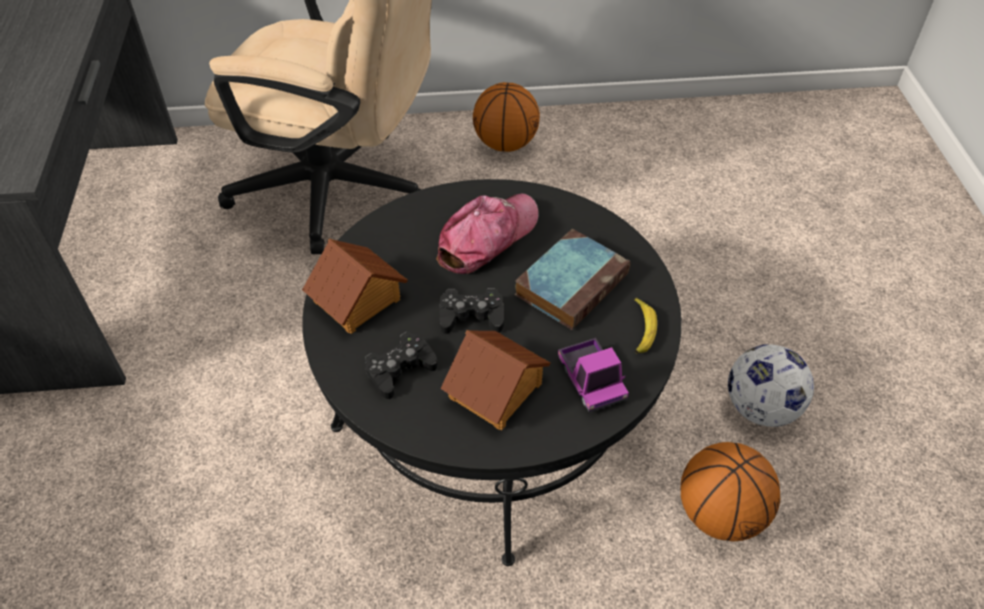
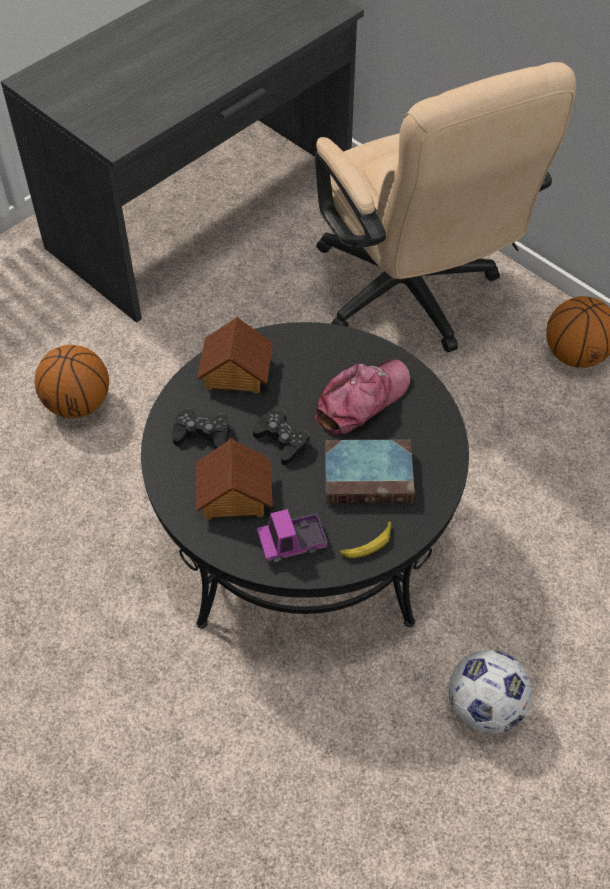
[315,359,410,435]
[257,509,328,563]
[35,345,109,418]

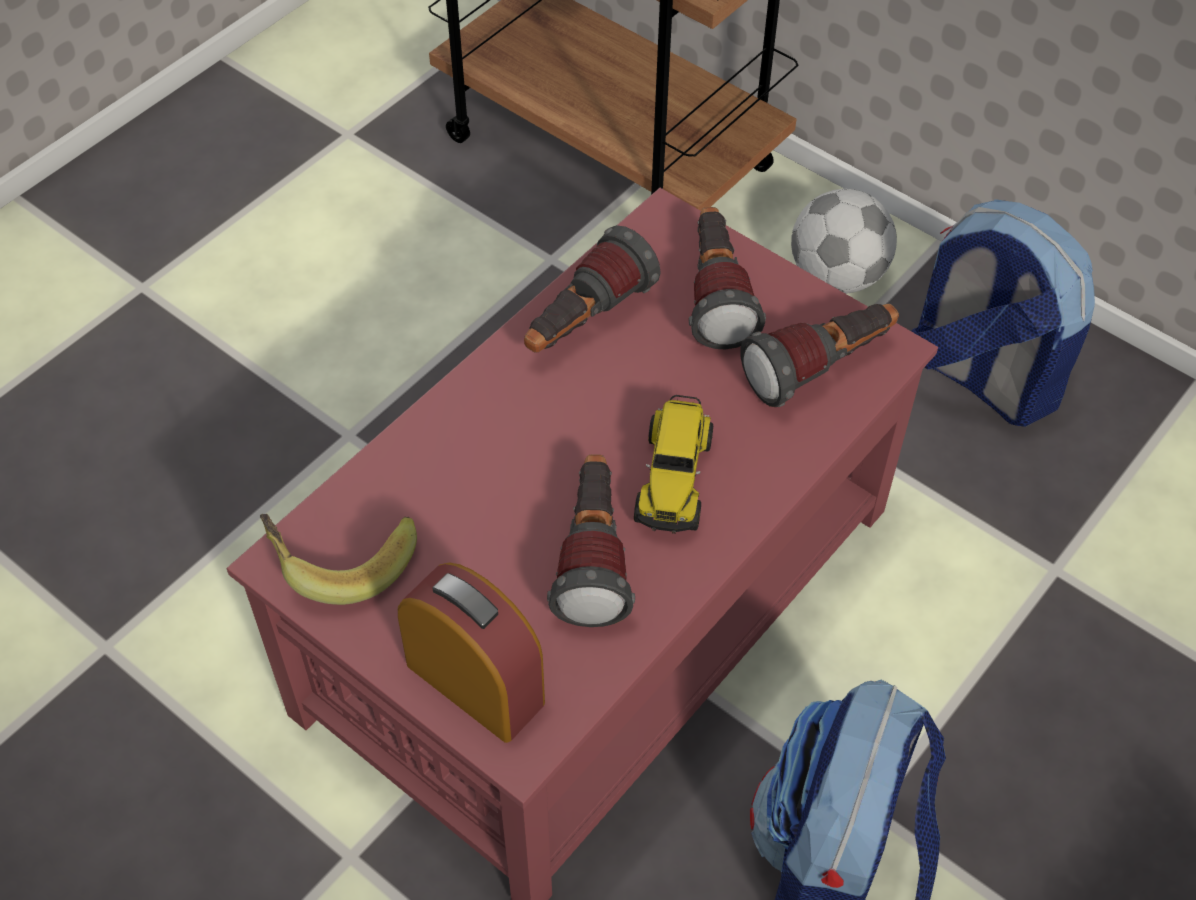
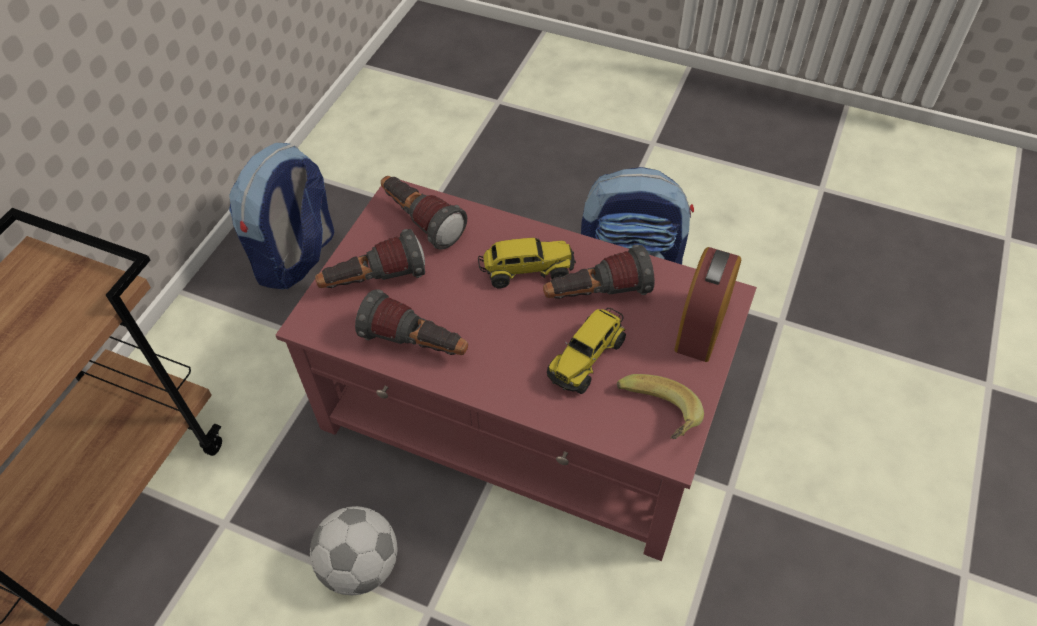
[310,506,397,595]
[547,308,626,394]

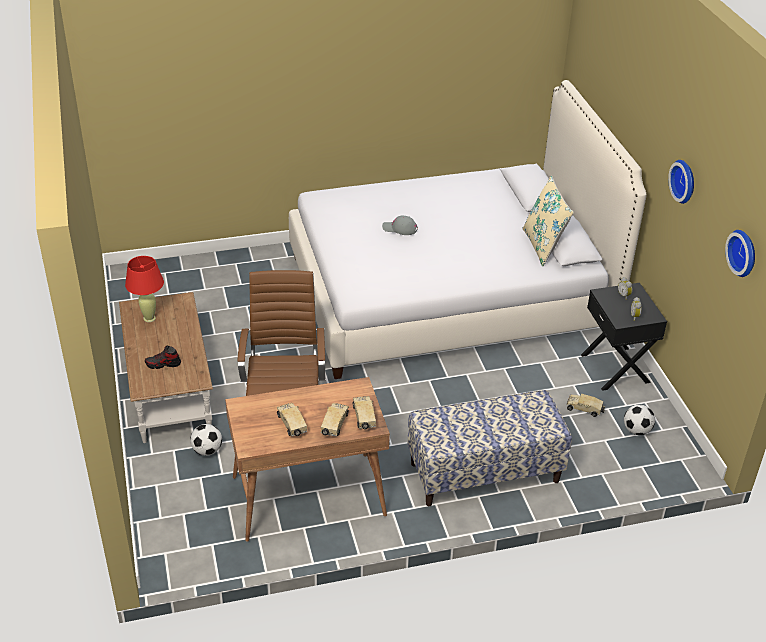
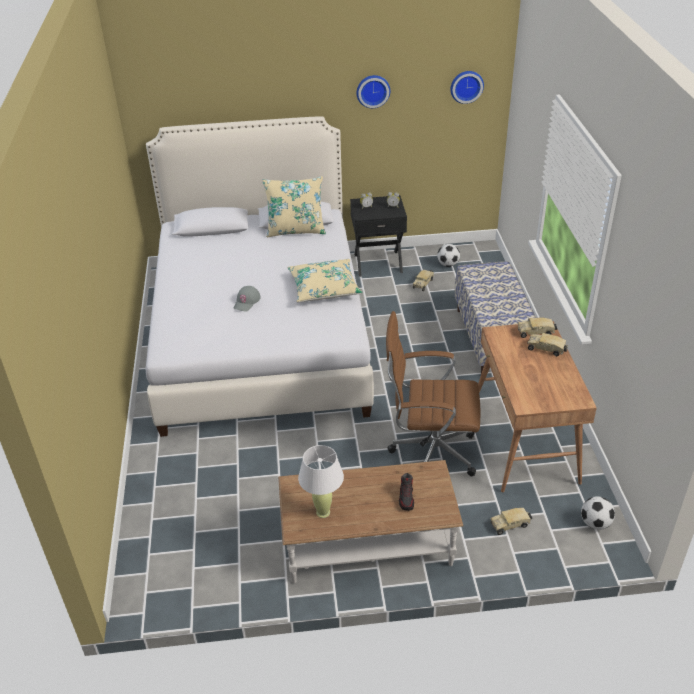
[298,445,344,518]
[581,496,615,530]
[490,508,532,535]
[288,259,363,302]

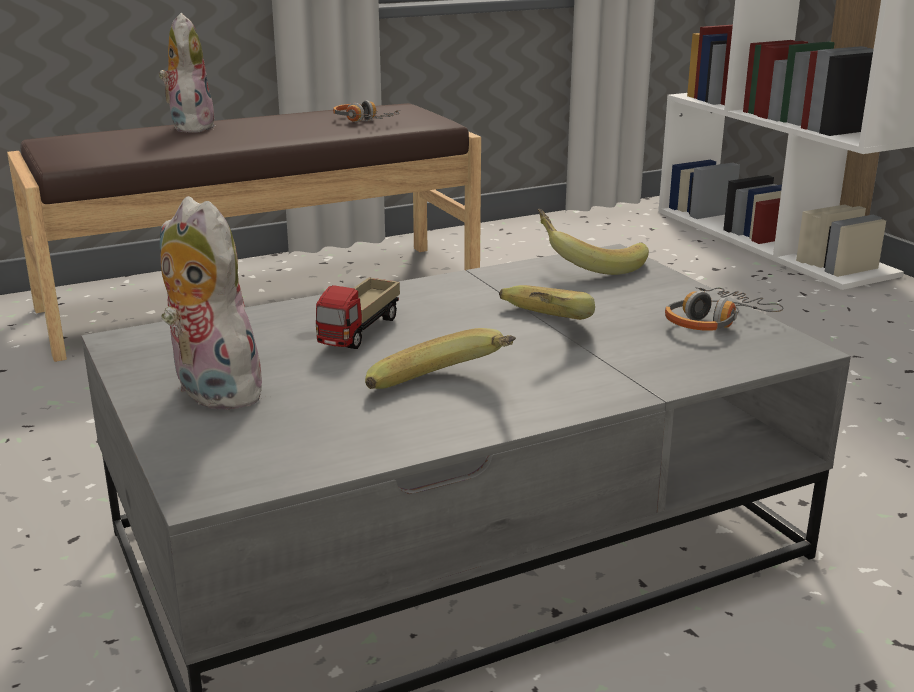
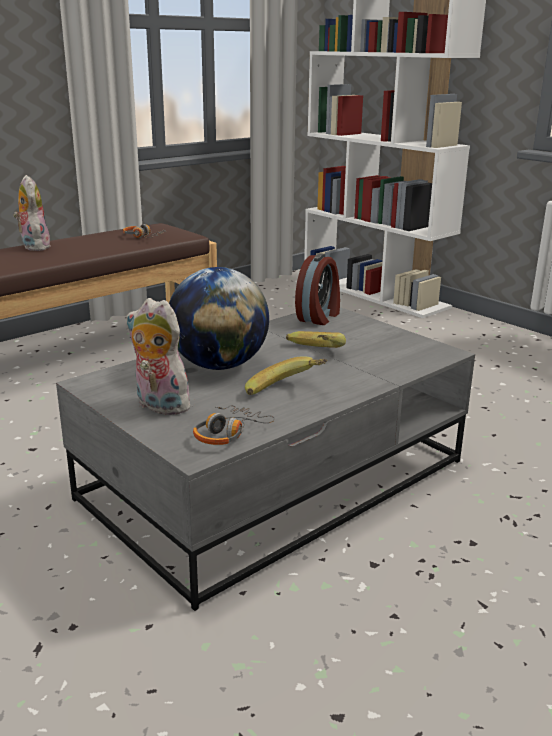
[169,267,269,370]
[295,253,340,325]
[193,405,275,445]

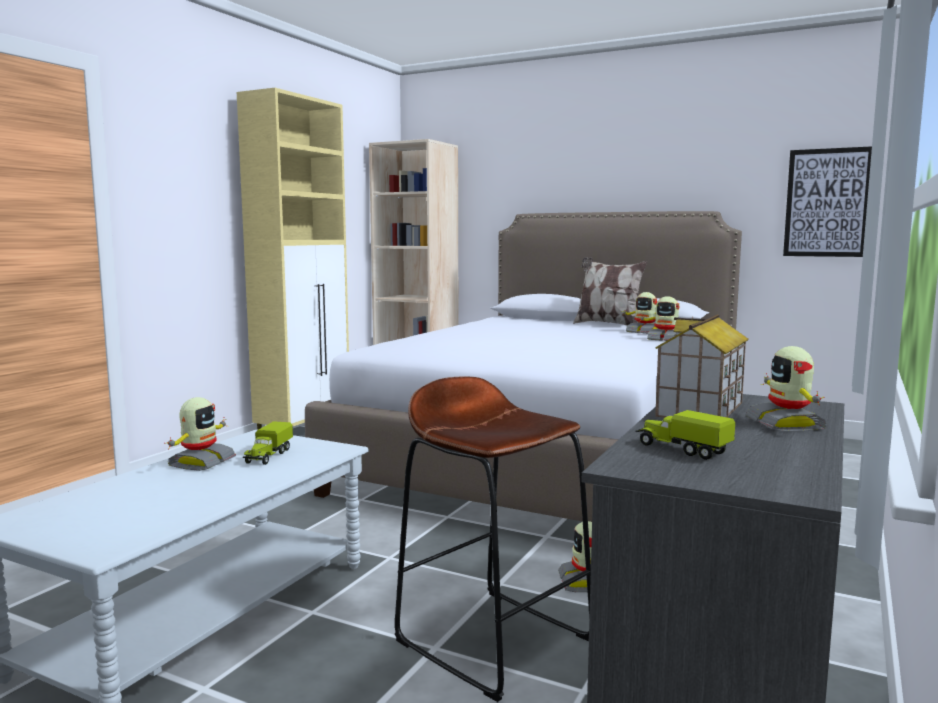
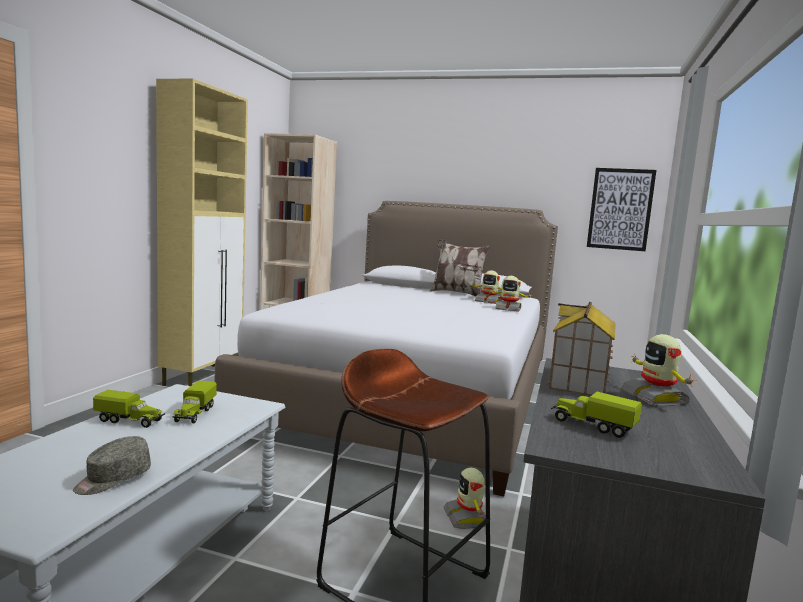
[93,390,165,428]
[73,436,151,495]

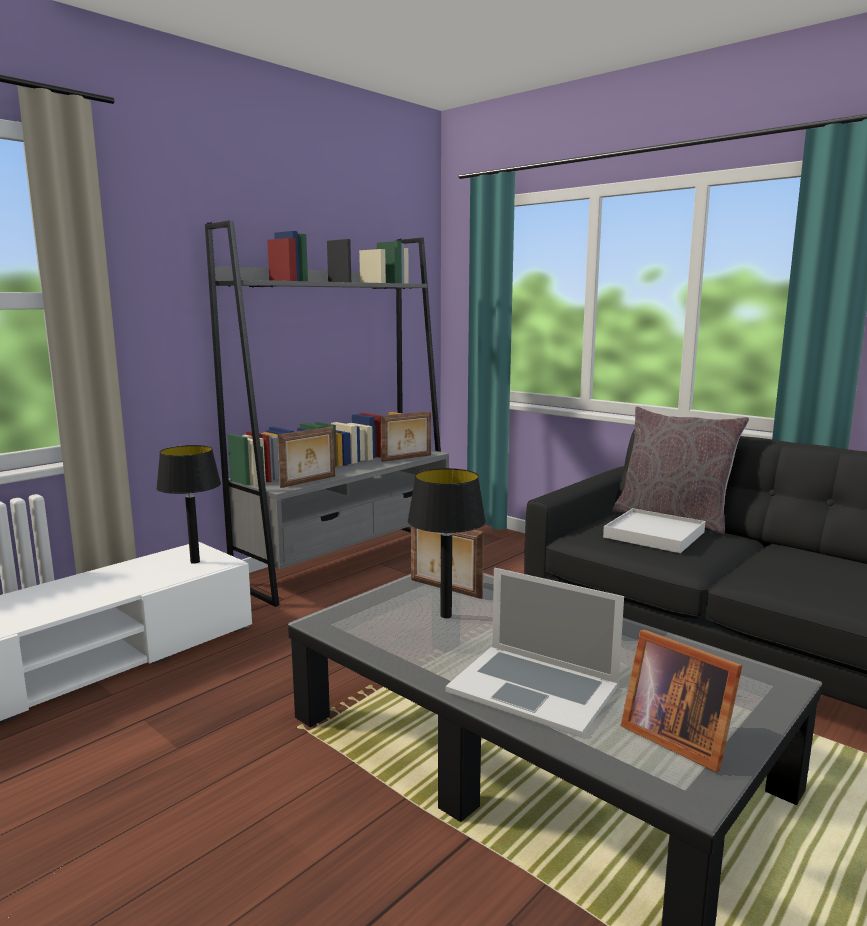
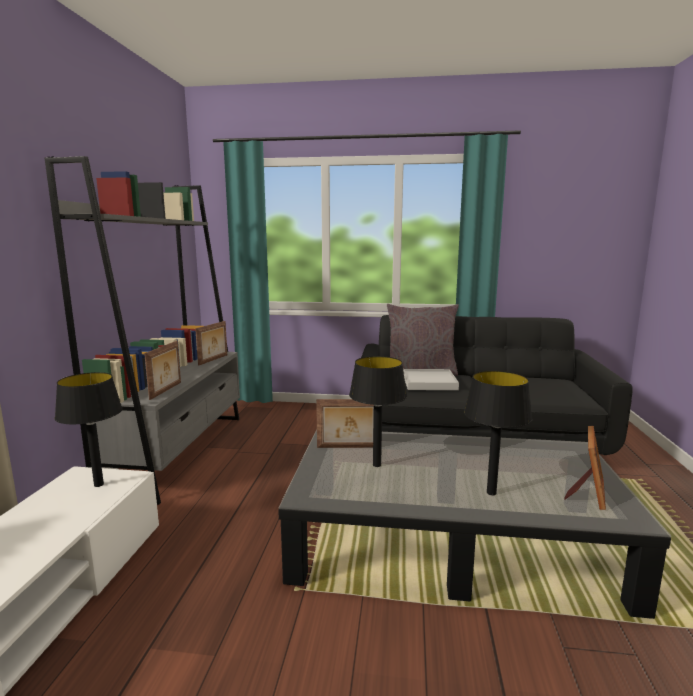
[464,371,533,495]
[564,426,606,510]

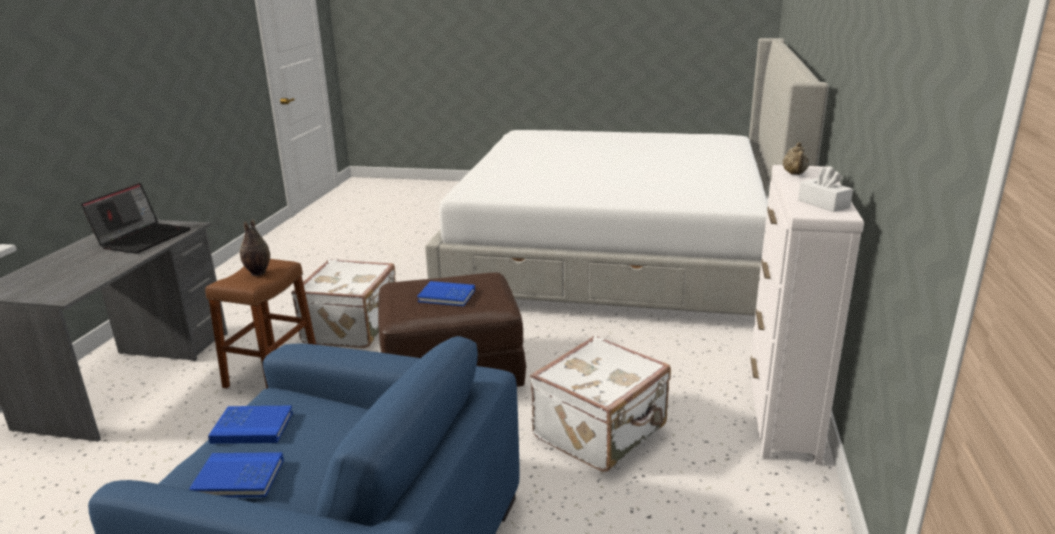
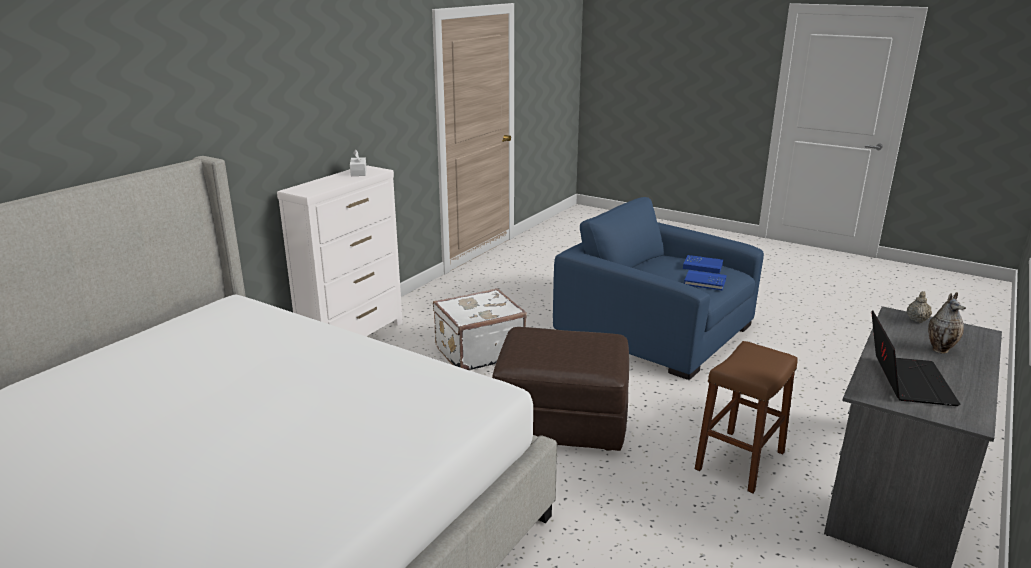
[871,311,961,406]
[928,292,966,354]
[291,259,396,348] (first image)
[417,281,475,306] (first image)
[907,291,932,323]

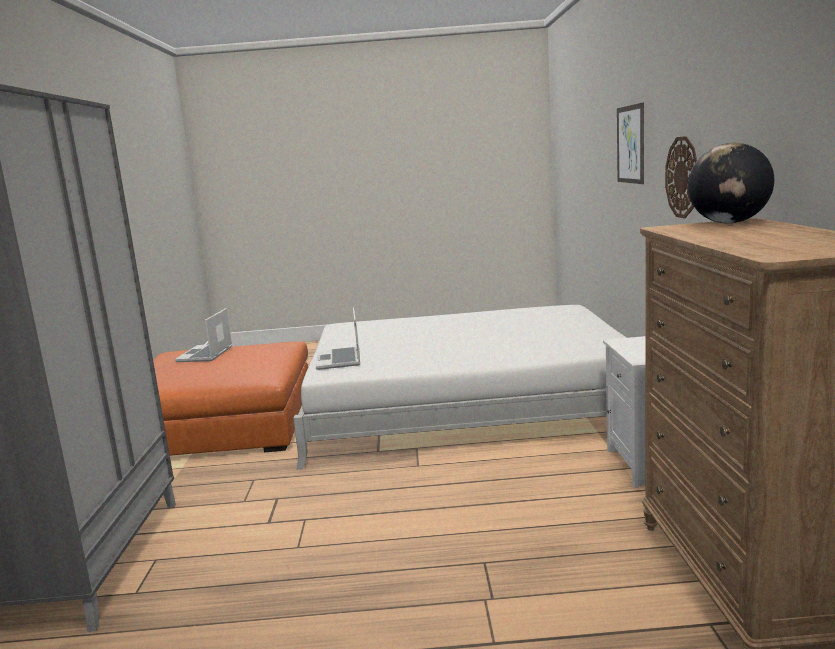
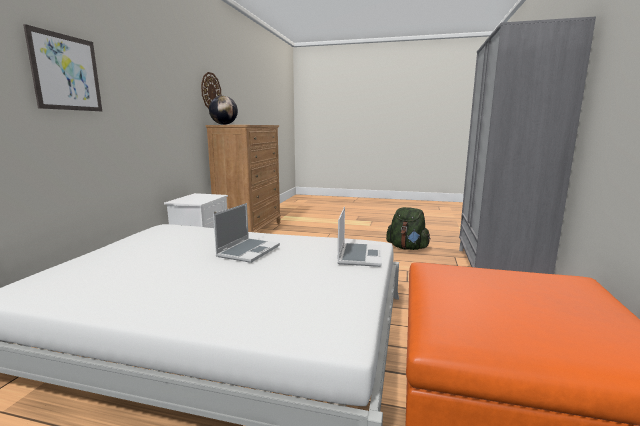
[213,203,280,263]
[201,72,221,109]
[386,207,431,250]

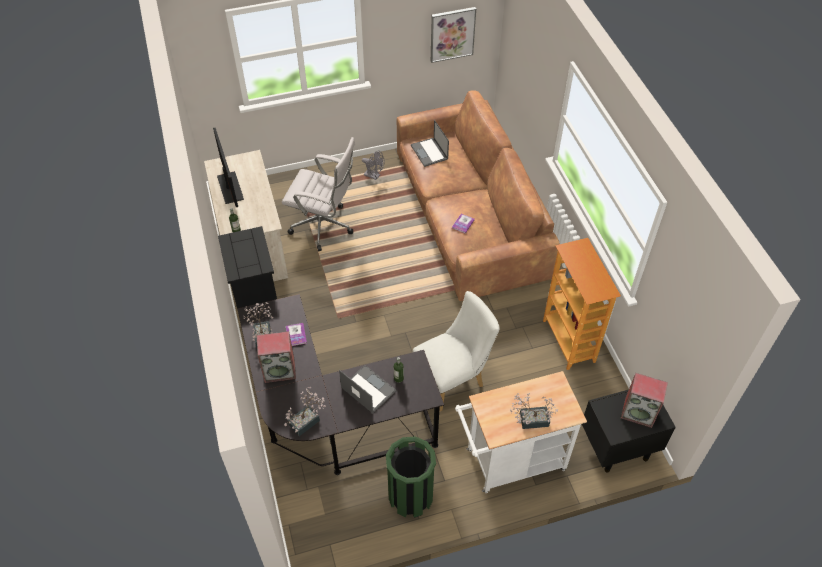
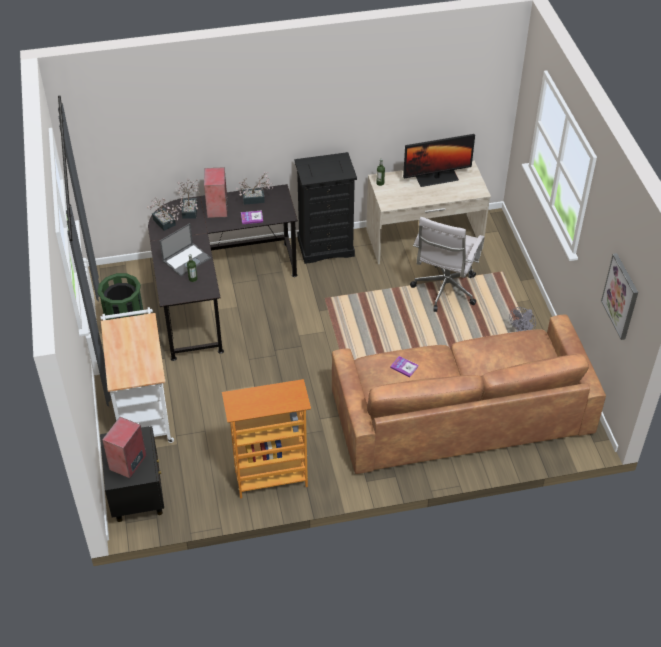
[411,120,449,167] (first image)
[413,291,500,412] (first image)
[175,179,200,219]

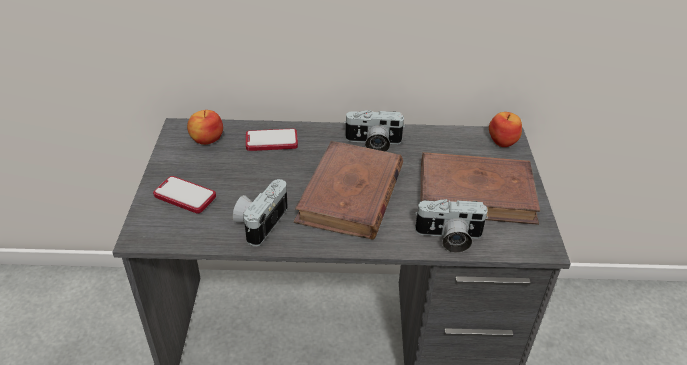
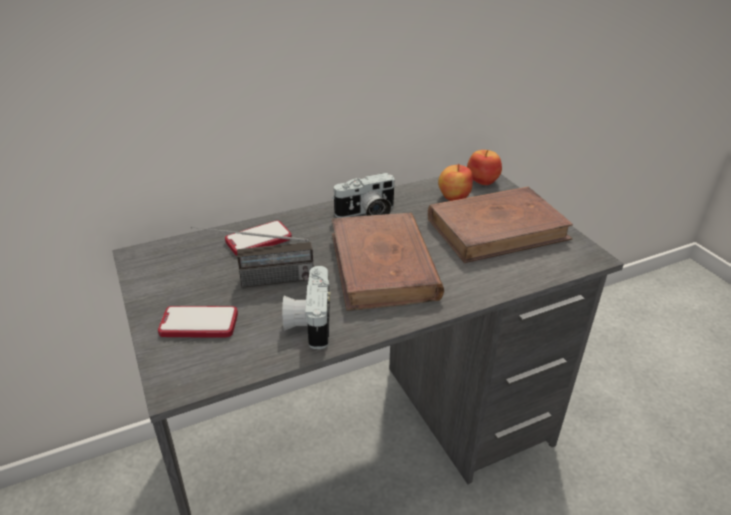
[438,164,473,201]
[414,199,488,253] (first image)
[191,226,313,288]

